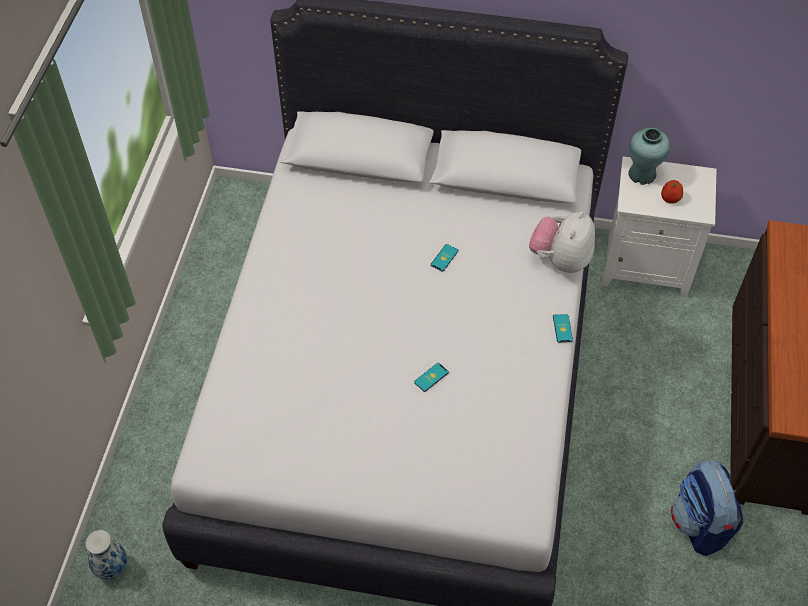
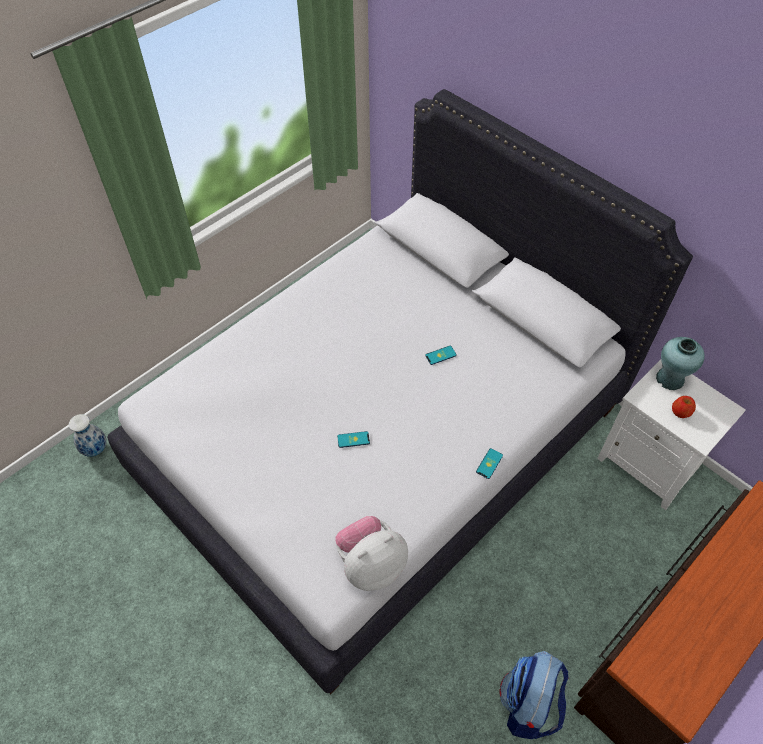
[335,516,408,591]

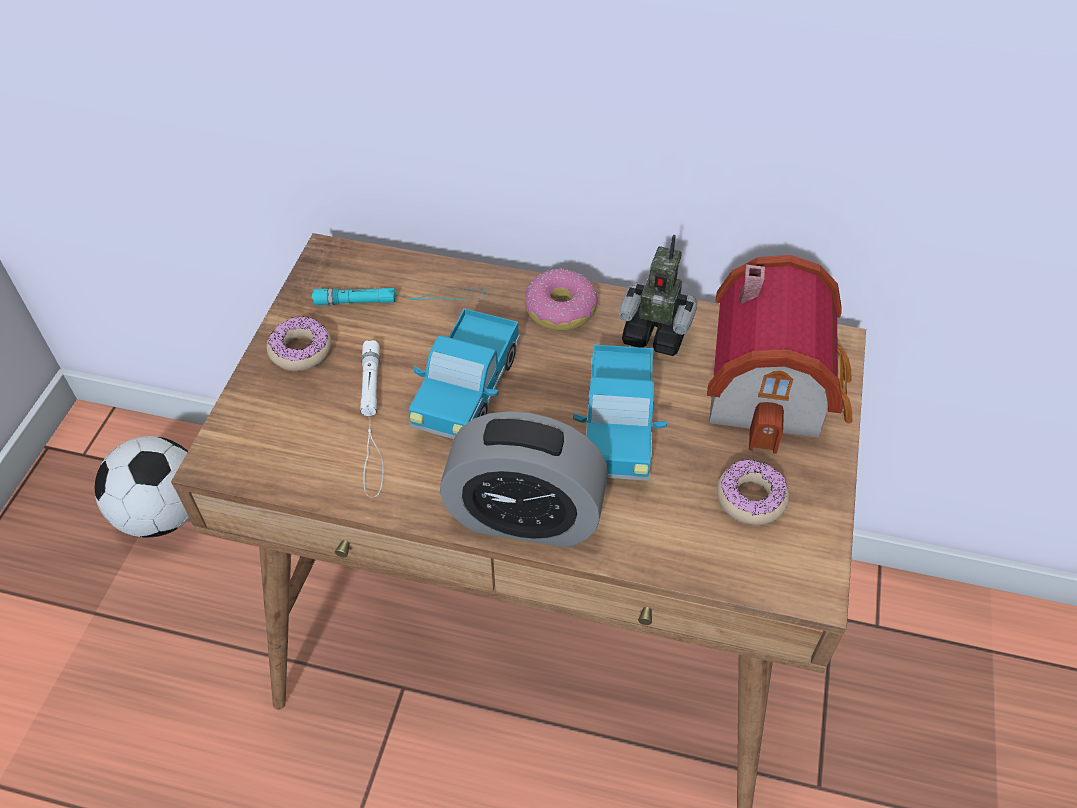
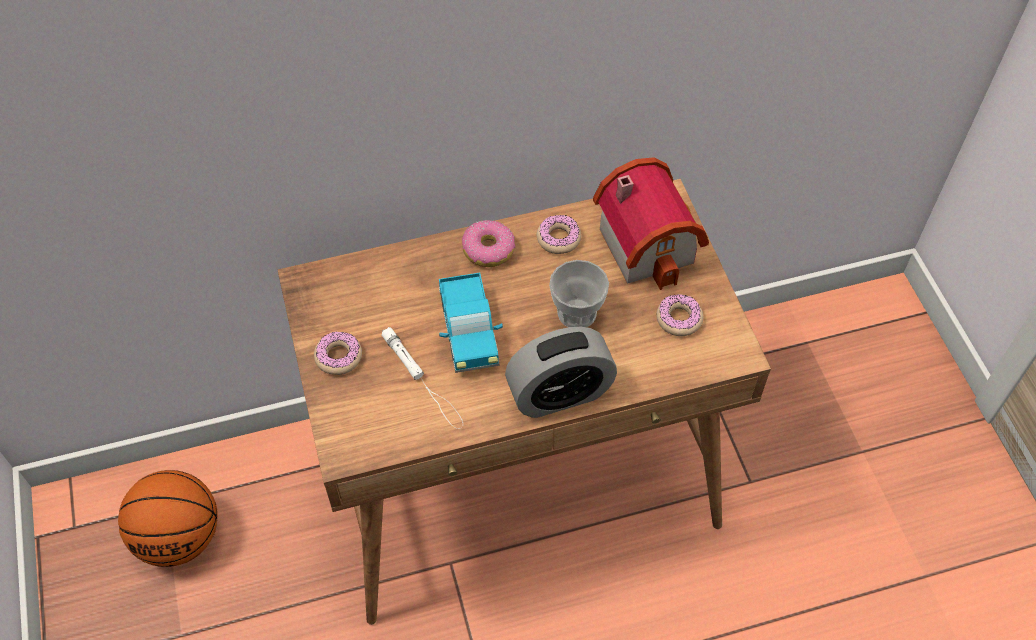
[118,470,218,567]
[312,288,485,305] (first image)
[549,260,609,327]
[537,215,581,254]

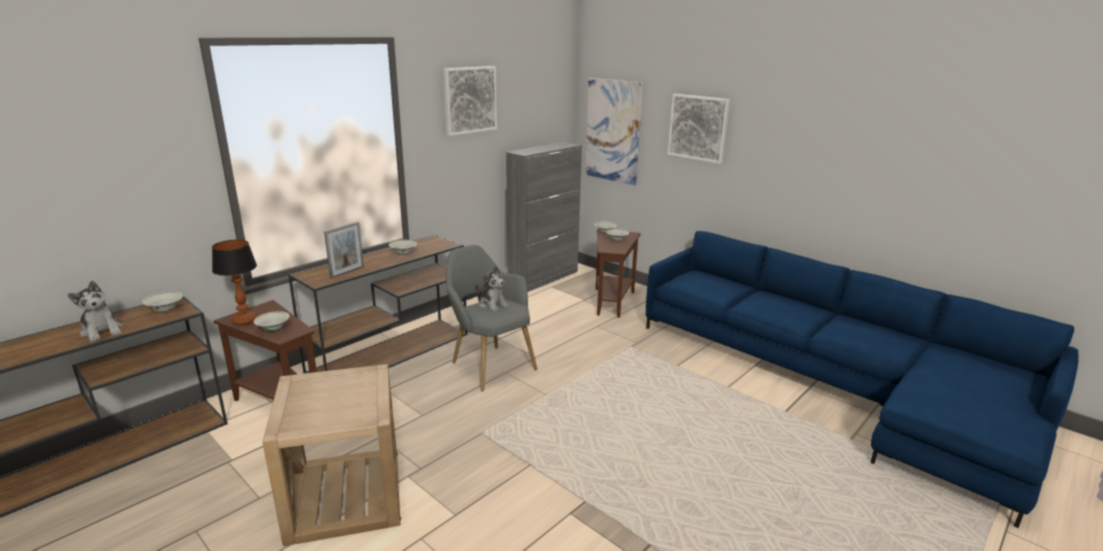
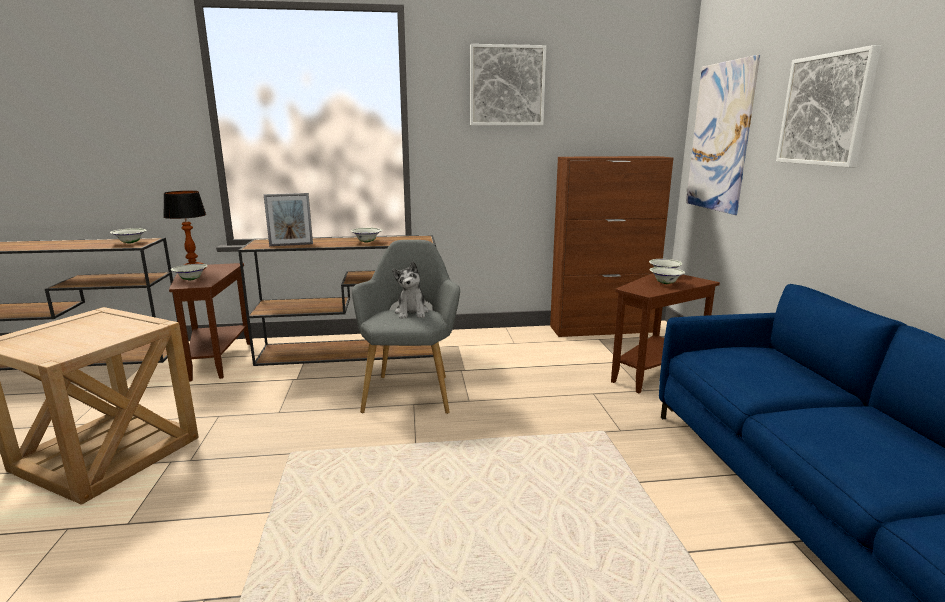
[68,281,122,342] (first image)
[550,156,674,337]

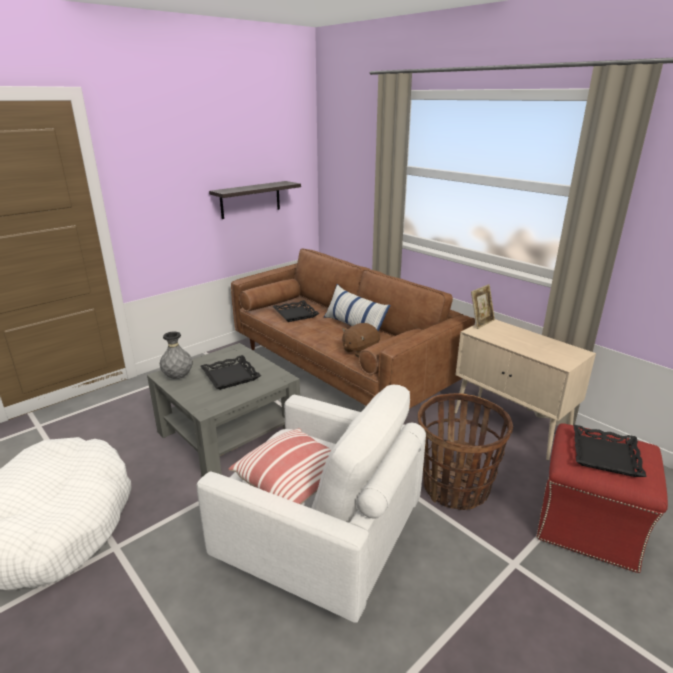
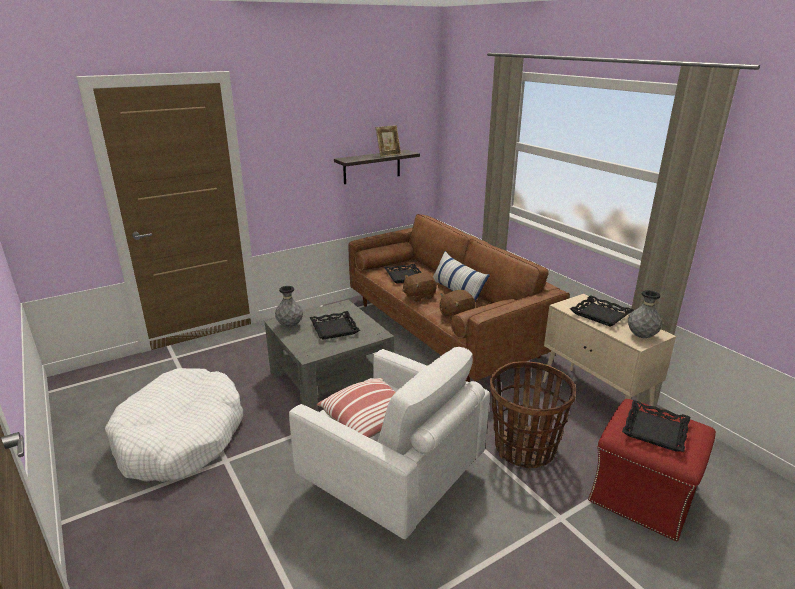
[376,125,401,157]
[402,273,437,302]
[570,295,633,326]
[628,290,662,338]

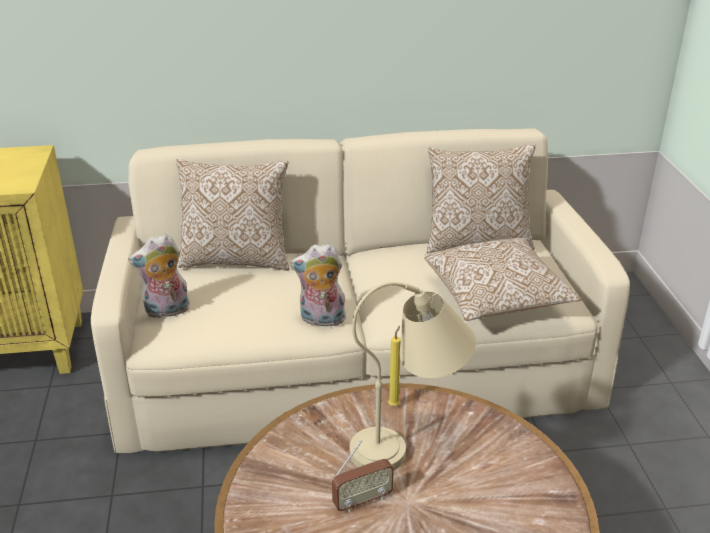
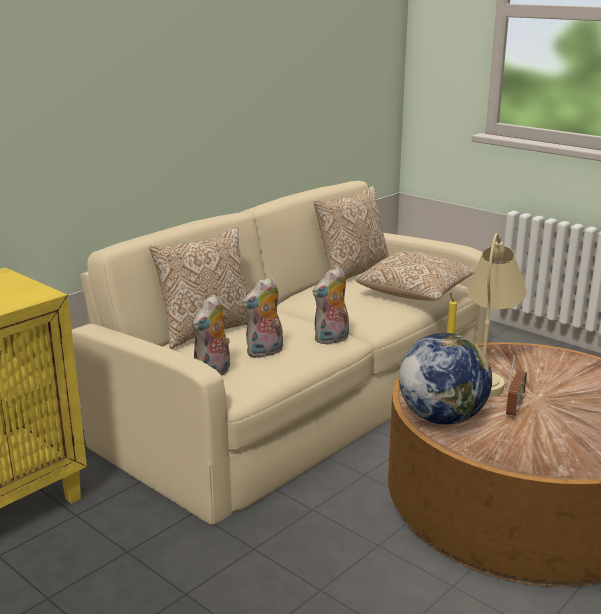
[242,277,283,358]
[399,333,492,424]

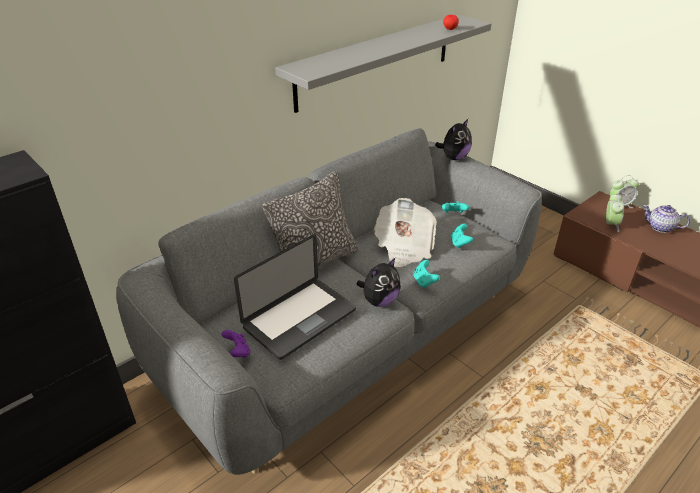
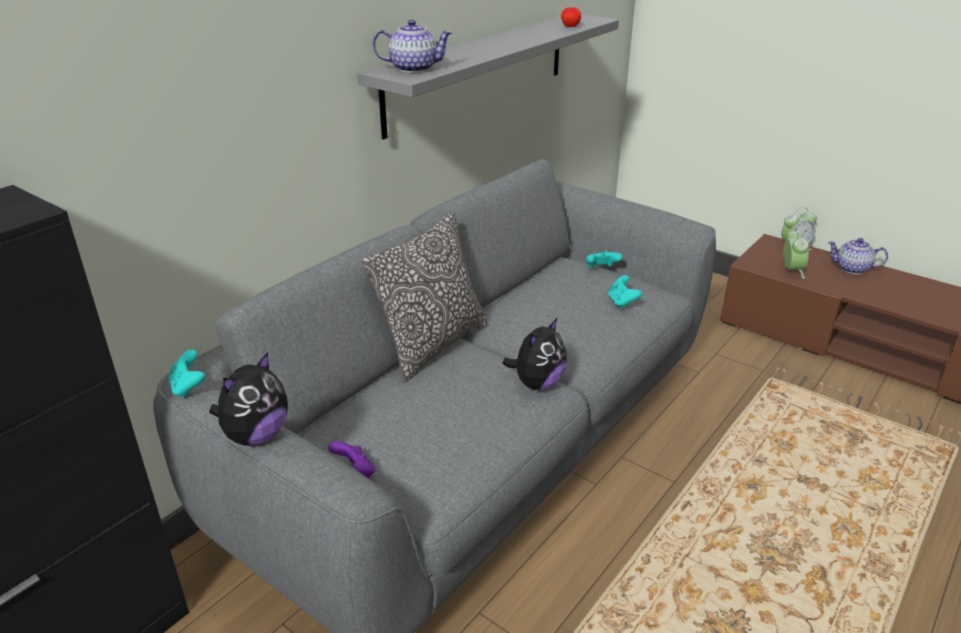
[234,234,356,360] (first image)
[373,198,437,267] (first image)
[168,350,205,398]
[209,352,288,446]
[372,19,453,73]

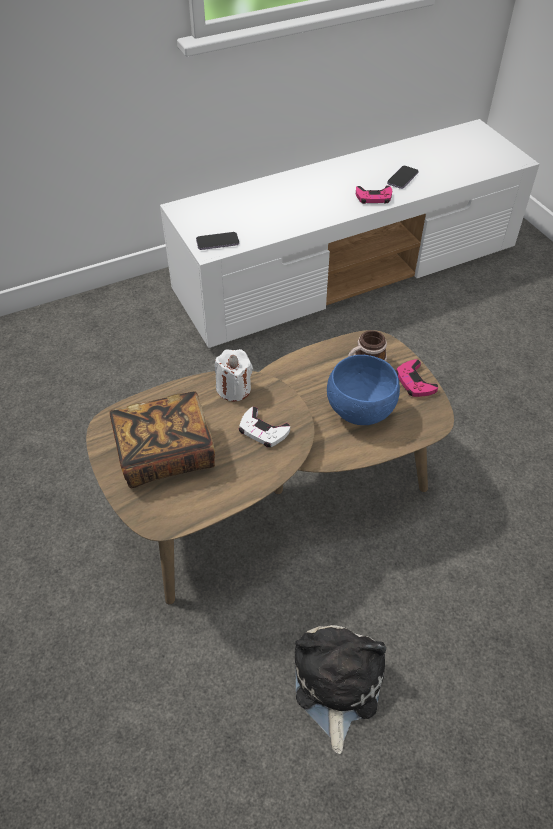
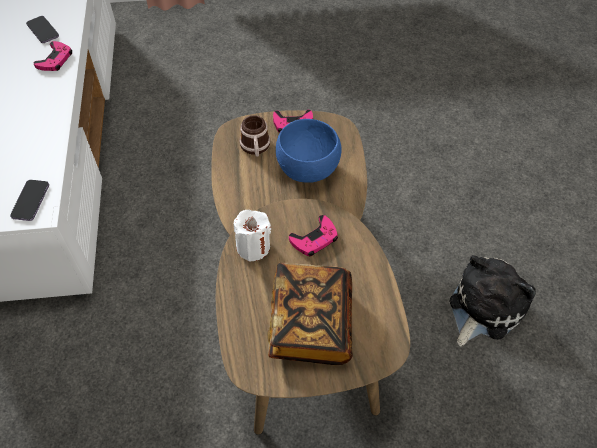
[289,215,338,256]
[450,255,536,347]

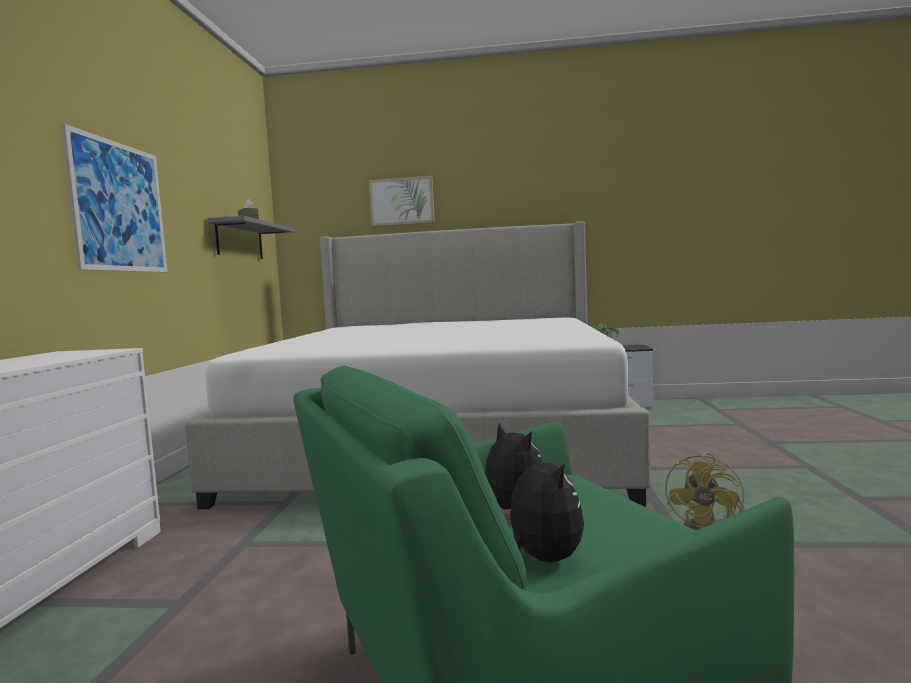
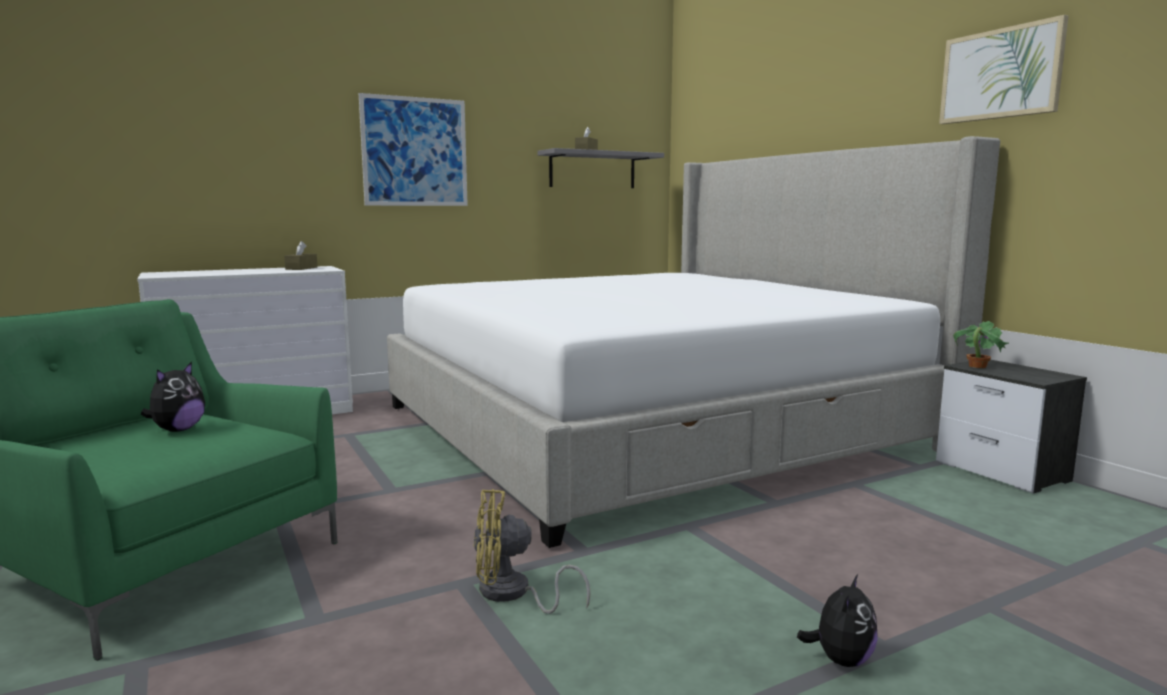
[939,15,1068,124]
[797,574,878,667]
[284,241,318,270]

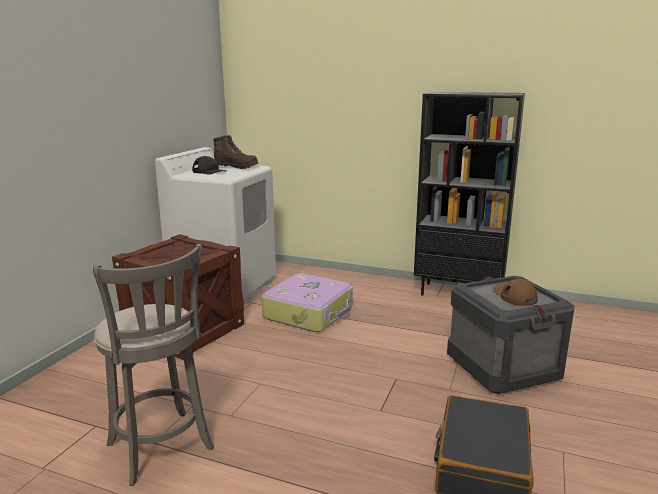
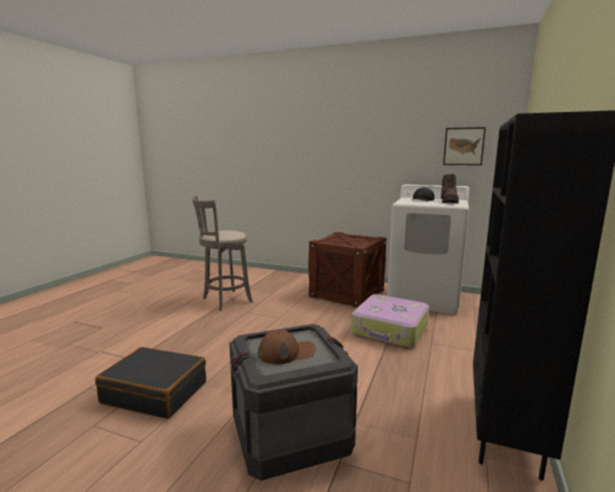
[443,127,486,165]

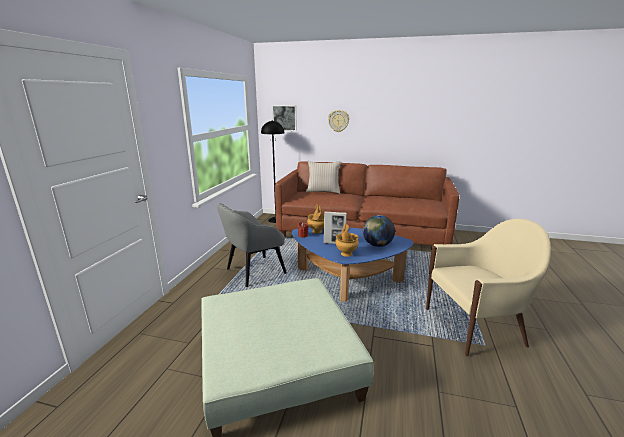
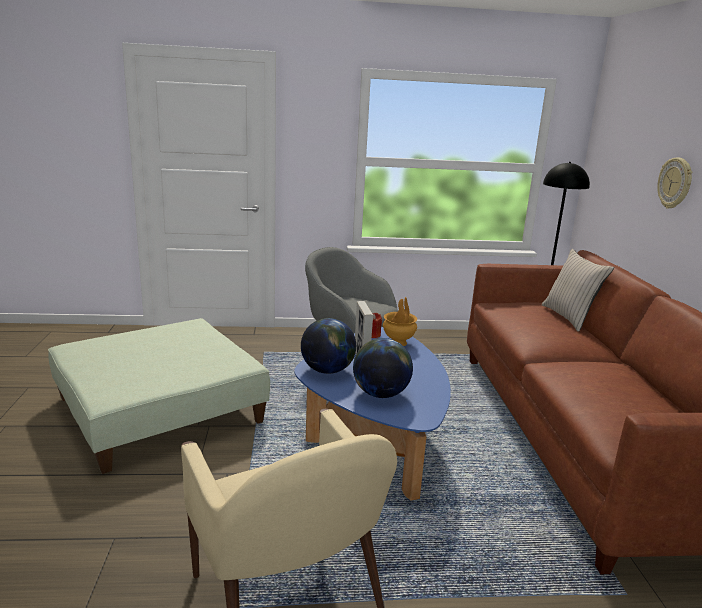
[272,105,297,131] (first image)
[301,318,356,374]

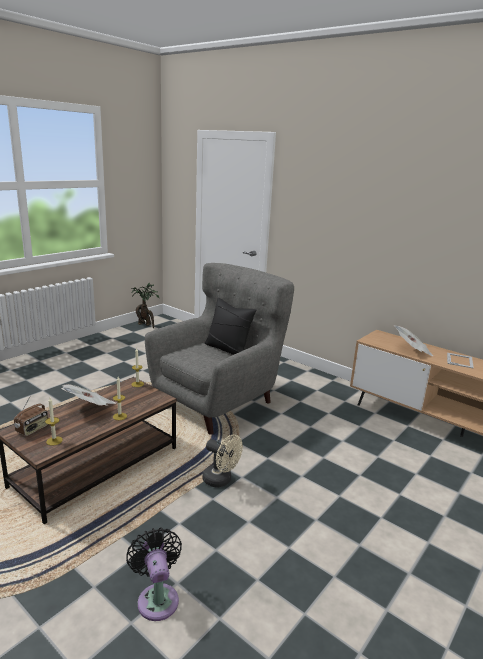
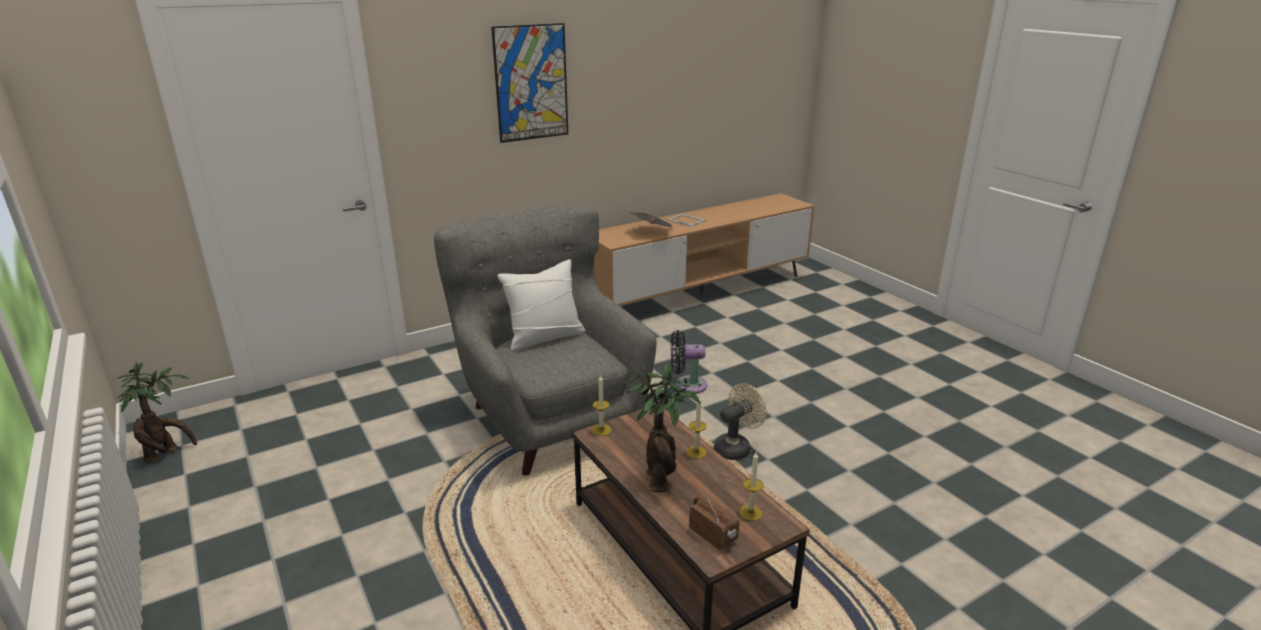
[622,363,701,492]
[671,330,707,393]
[498,259,586,351]
[491,23,568,143]

